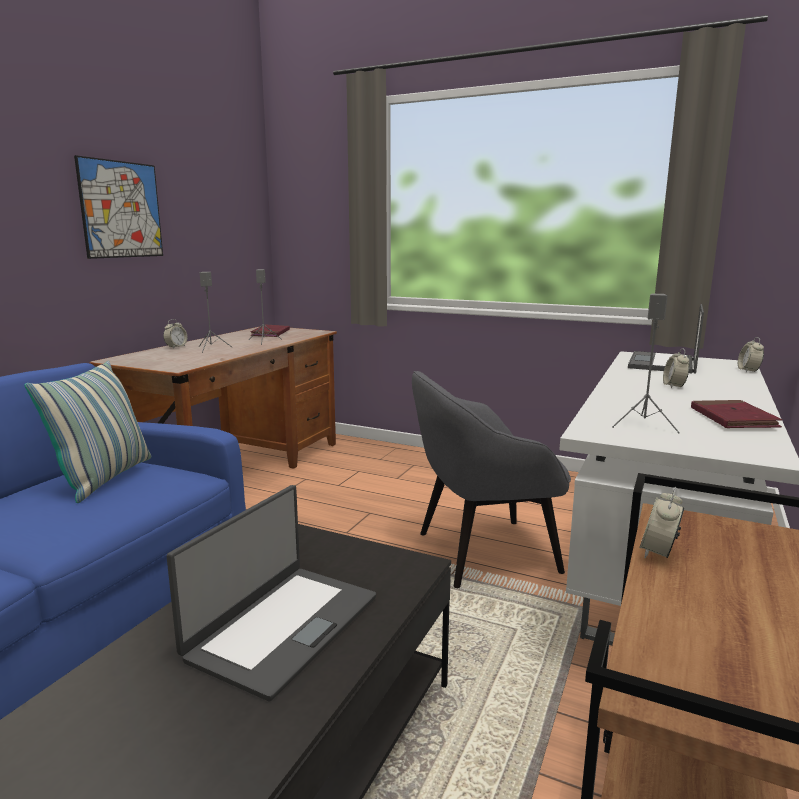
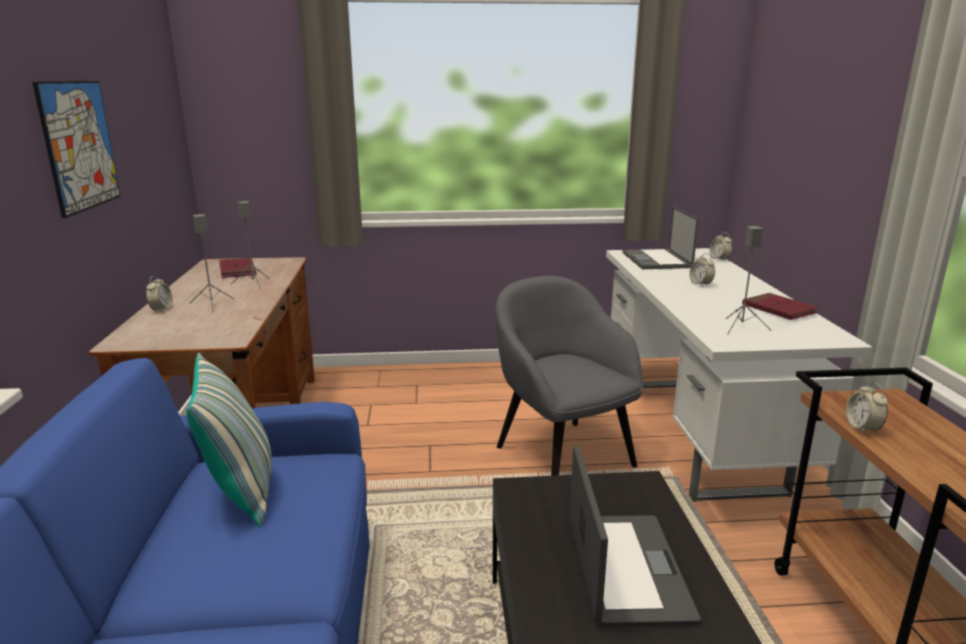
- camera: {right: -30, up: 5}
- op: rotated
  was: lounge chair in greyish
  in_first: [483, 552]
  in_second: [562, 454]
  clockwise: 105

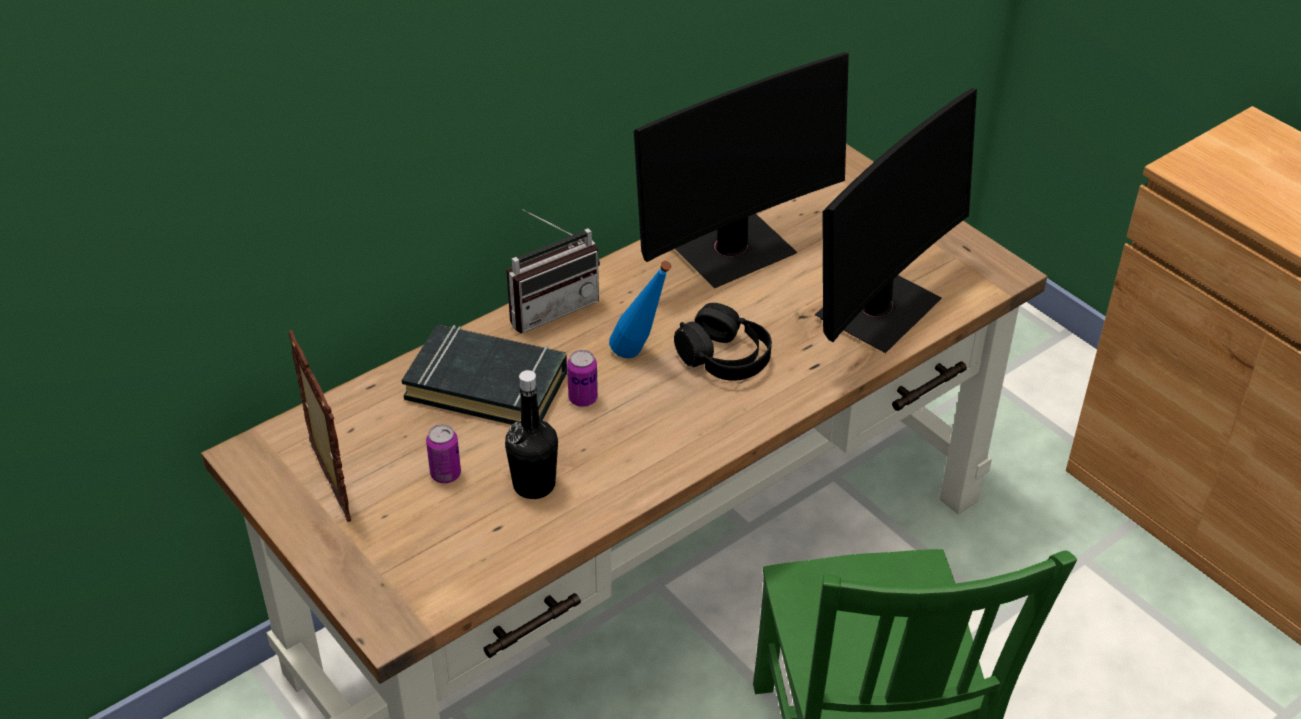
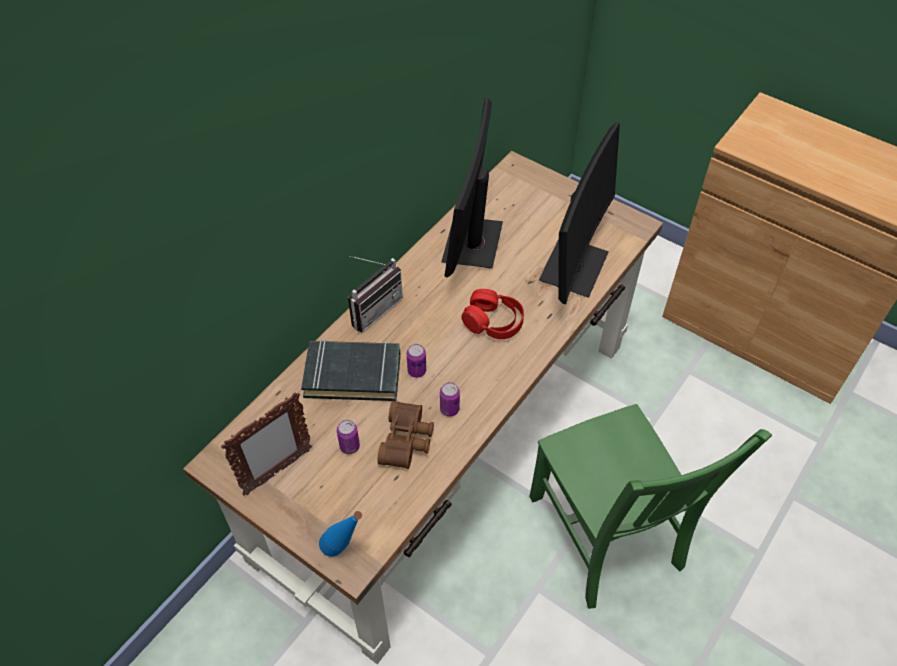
- camera: {right: -15, up: 10}
- op: new
  now: can
  in_second: [449, 409]
- op: shifted
  was: beverage bottle in blue
  in_first: [640, 357]
  in_second: [345, 551]
- op: swapped
  was: beverage bottle in black-coloured
  now: field glasses in brown
  in_first: [534, 485]
  in_second: [408, 441]
- op: repainted
  was: pair of headphones in black-coloured
  now: pair of headphones in reddish
  in_first: [724, 358]
  in_second: [493, 322]
- op: rotated
  was: picture frame
  in_first: [330, 484]
  in_second: [277, 472]
  clockwise: 90
- op: rotated
  was: computer screen
  in_first: [733, 251]
  in_second: [472, 243]
  clockwise: 150

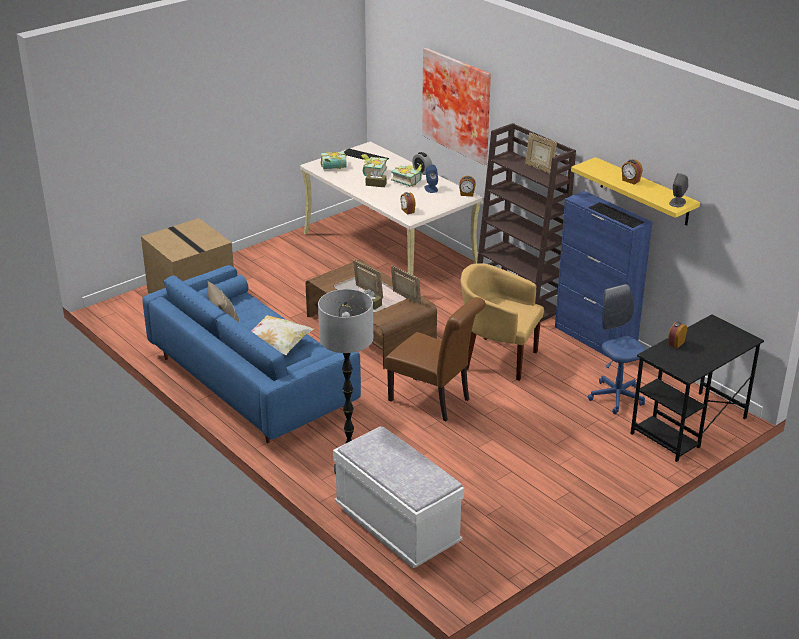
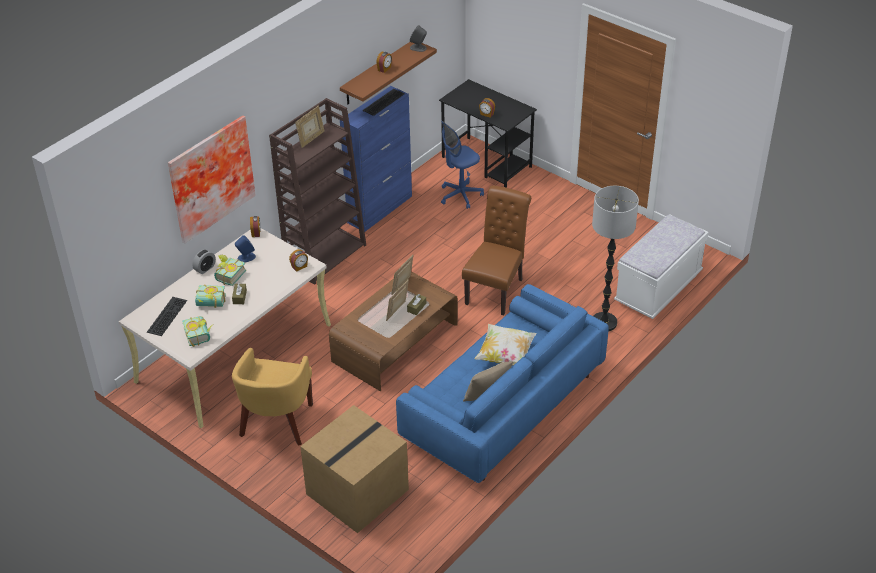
- camera: {right: -100, up: 10}
- op: shifted
  was: lounge chair in yellow
  in_first: [497, 358]
  in_second: [277, 423]
- op: repainted
  was: shelf in yellow
  now: shelf in brown
  in_first: [644, 192]
  in_second: [378, 73]

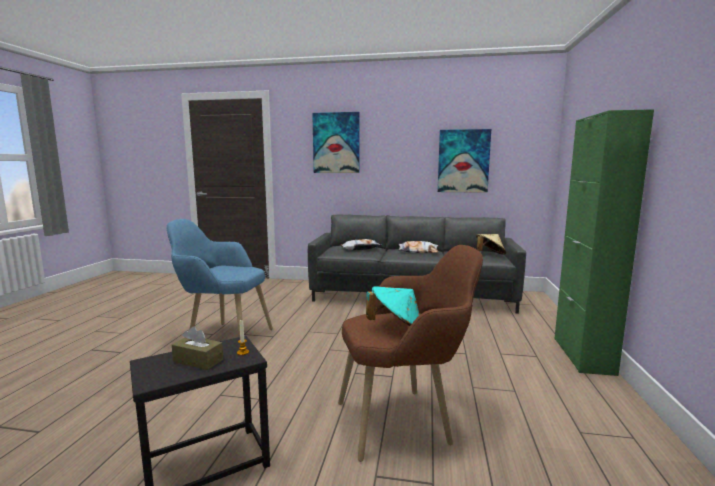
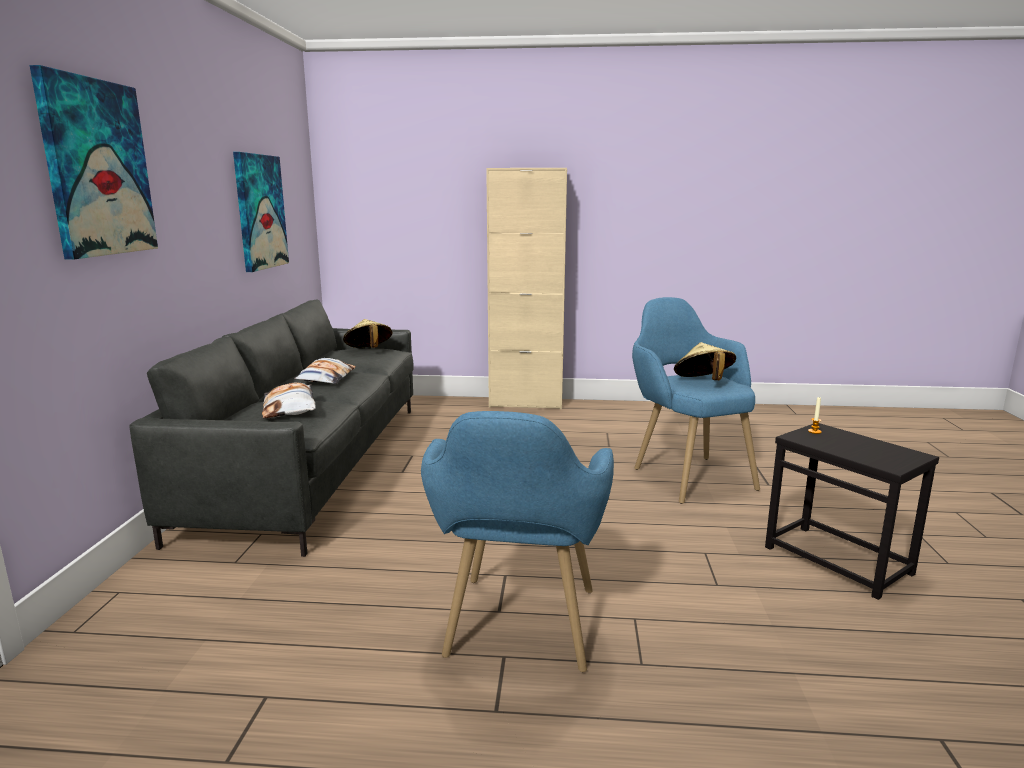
- camera: {right: -95, up: 5}
- op: gone
  was: tissue box in brown
  in_first: [198, 361]
- op: repainted
  was: lounge chair in brown
  now: lounge chair in blue
  in_first: [406, 420]
  in_second: [685, 473]
- op: repainted
  was: clothing hat in turquoise-coloured
  now: clothing hat in beige
  in_first: [396, 327]
  in_second: [703, 382]
- op: repainted
  was: cabinet in green
  now: cabinet in beige
  in_first: [583, 355]
  in_second: [526, 403]

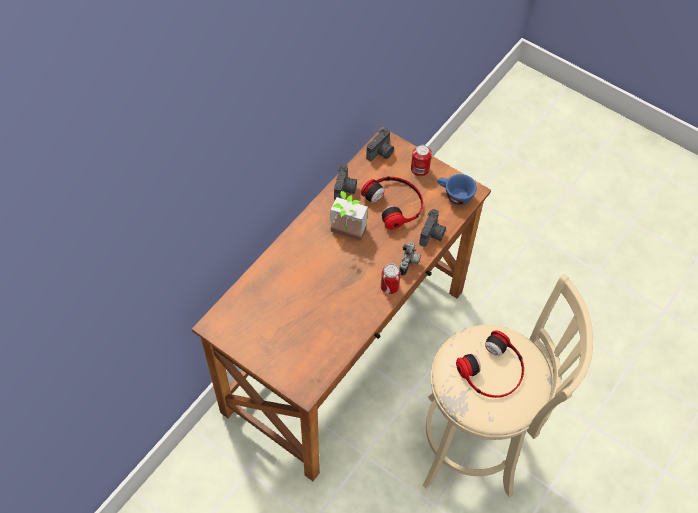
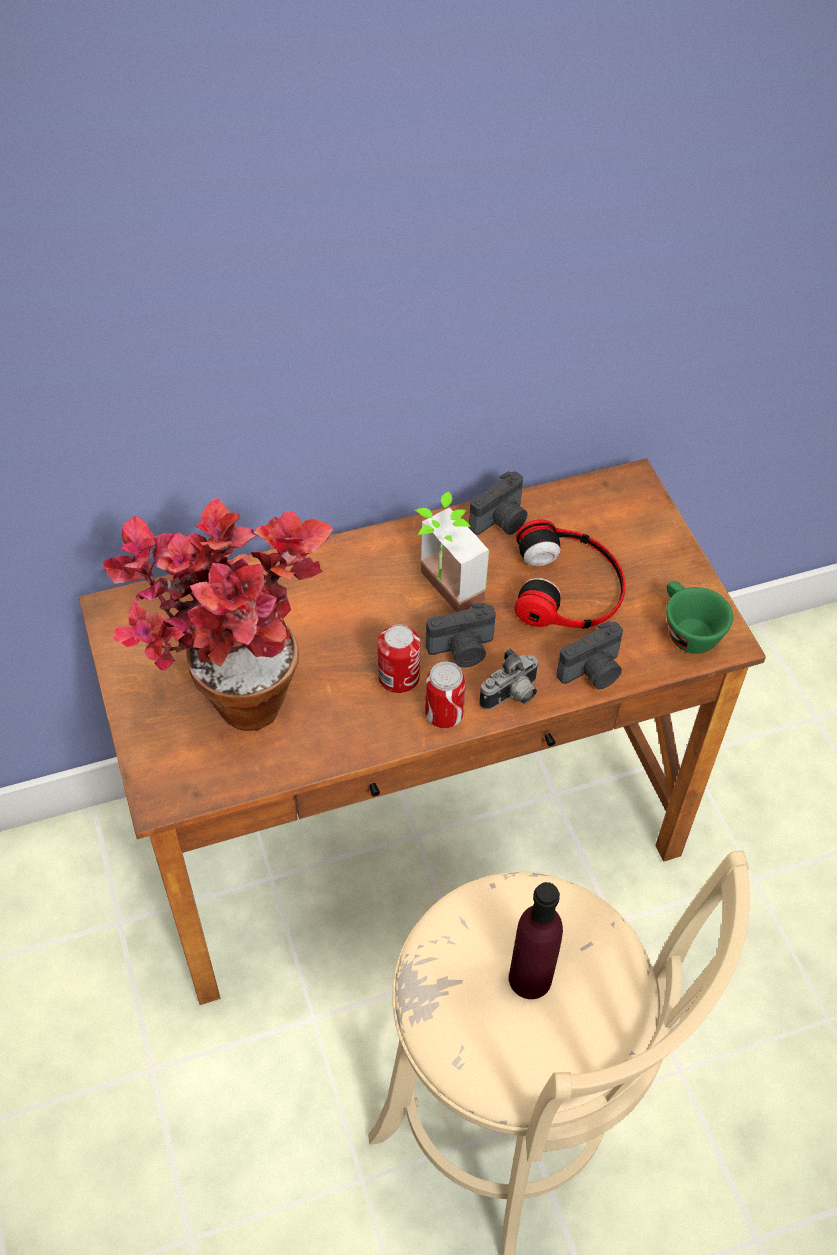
- camera: {right: 35, up: -5}
- op: new
  now: plant in a pot
  in_second: [230, 694]
- op: shifted
  was: photo camera
  in_first: [381, 152]
  in_second: [462, 650]
- op: shifted
  was: can
  in_first: [420, 169]
  in_second: [398, 677]
- op: swapped
  was: pair of headphones
  now: beverage bottle in purple
  in_first: [493, 371]
  in_second: [530, 978]
- op: repainted
  was: drinking cup in blue
  now: drinking cup in green
  in_first: [454, 196]
  in_second: [686, 630]

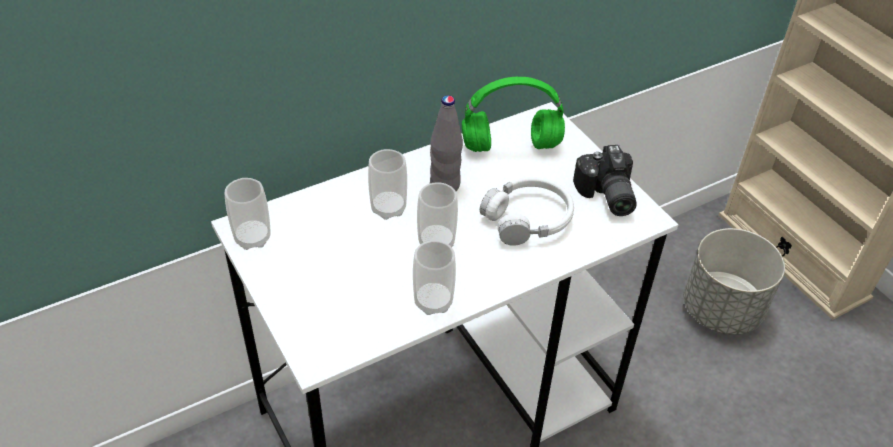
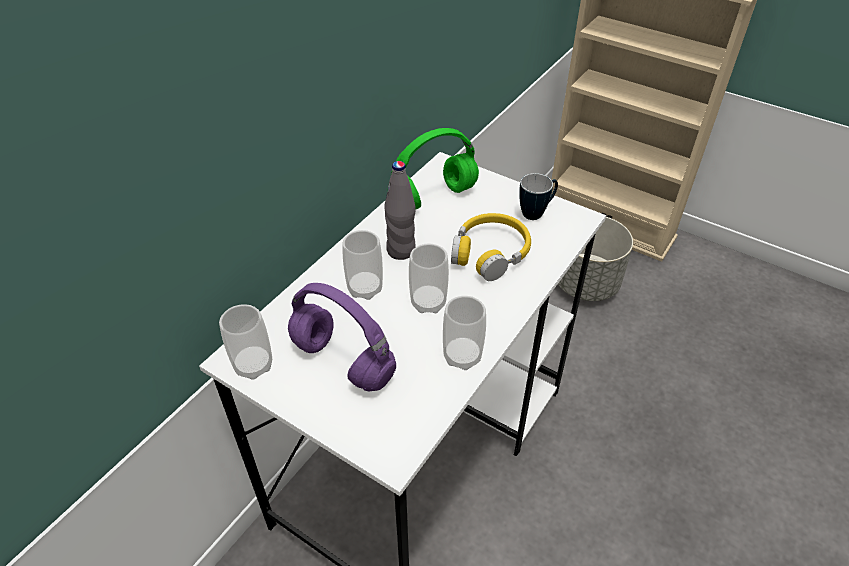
- camera: {right: -25, up: 0}
- op: new
  now: pair of headphones in purple
  in_second: [340, 361]
- op: swapped
  was: photo camera
  now: mug
  in_first: [605, 196]
  in_second: [537, 212]
- op: repainted
  was: pair of headphones in white
  now: pair of headphones in yellow
  in_first: [527, 219]
  in_second: [490, 253]

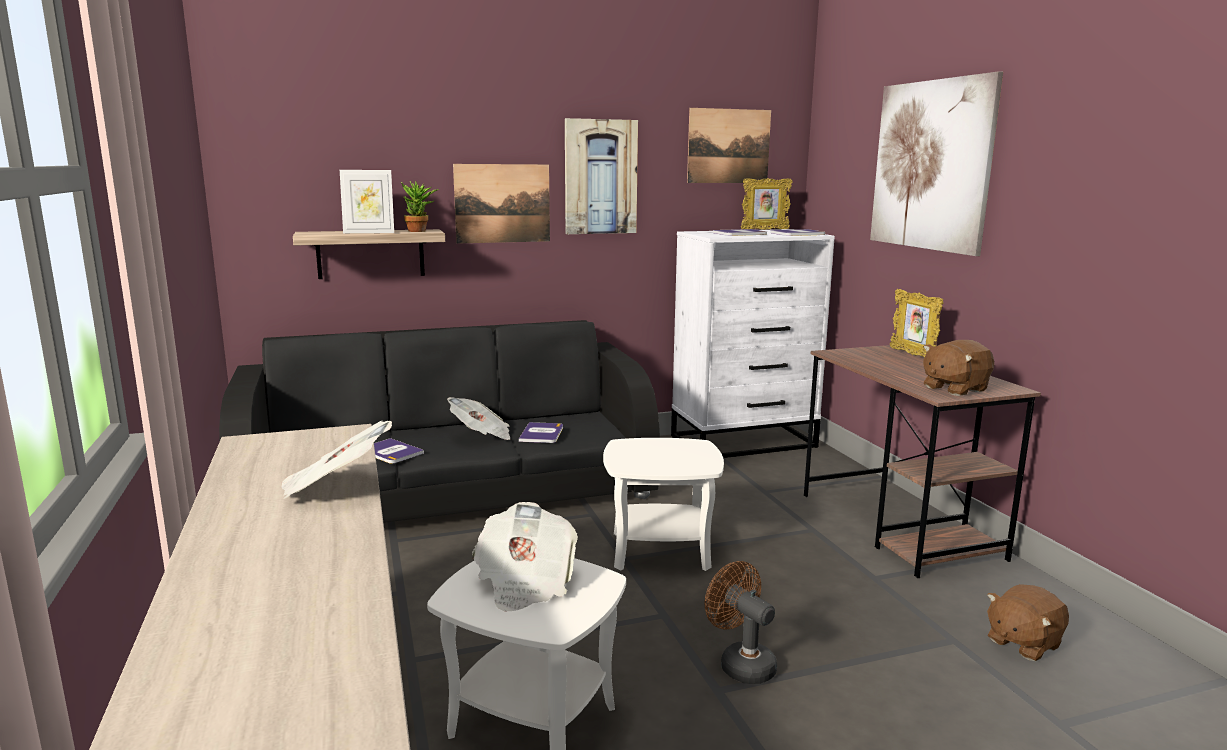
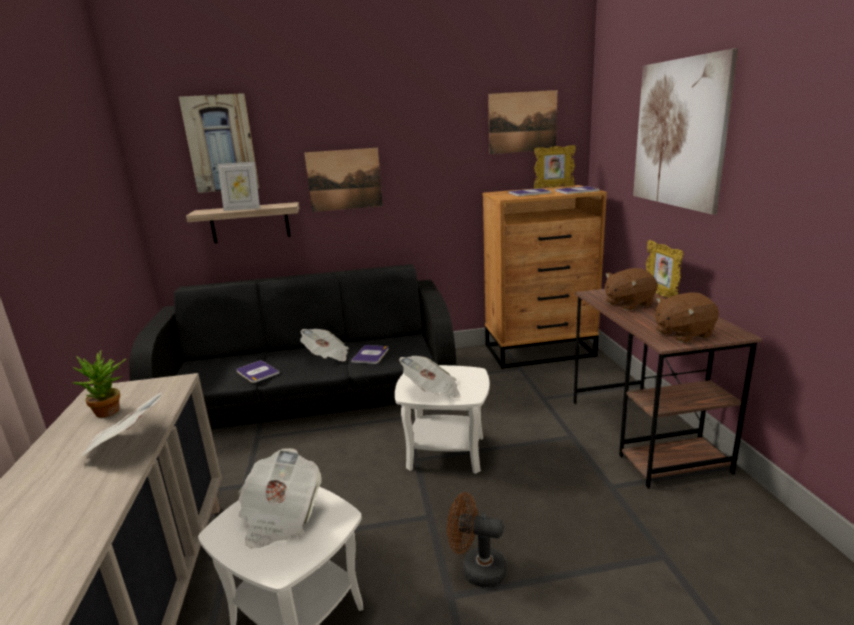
- camera: {right: 10, up: 5}
- op: new
  now: daily paper
  in_second: [432, 391]
- op: shifted
  was: plant in a pot
  in_first: [420, 231]
  in_second: [111, 412]
- op: shifted
  was: wall picture
  in_first: [600, 177]
  in_second: [221, 144]
- op: shifted
  was: soft toy in brown
  in_first: [1022, 642]
  in_second: [628, 304]
- op: repainted
  was: chest of drawers in white
  now: chest of drawers in brown
  in_first: [744, 441]
  in_second: [540, 350]
- op: rotated
  was: fan in brown
  in_first: [741, 663]
  in_second: [476, 569]
  clockwise: -45

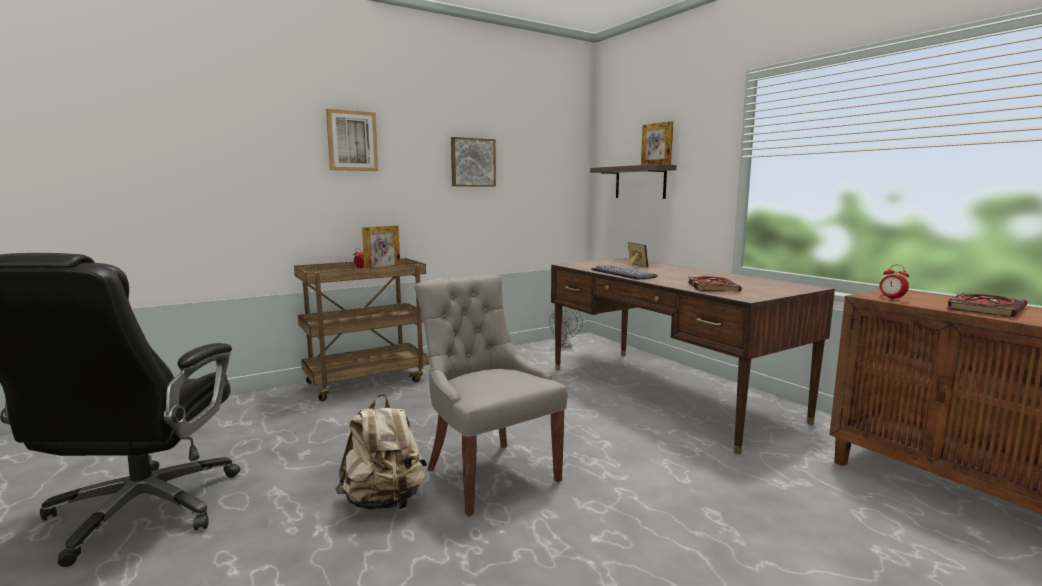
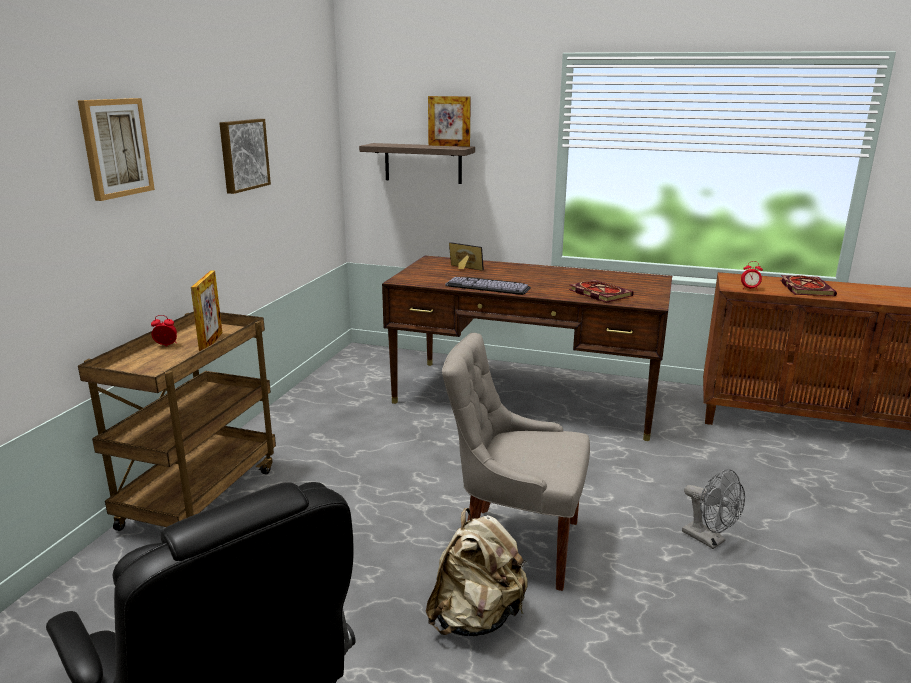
- camera: {right: -40, up: 10}
- op: shifted
  was: fan in greyish
  in_first: [565, 346]
  in_second: [709, 540]

